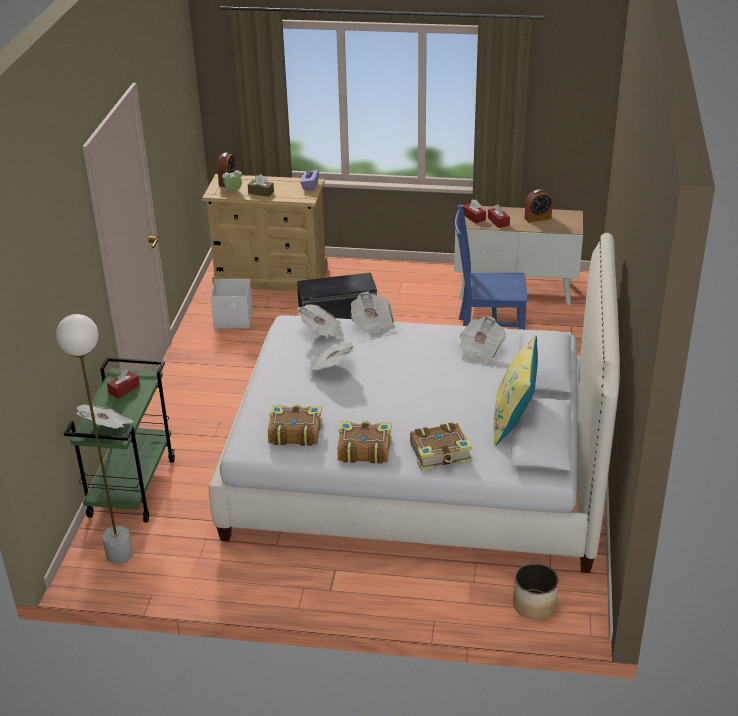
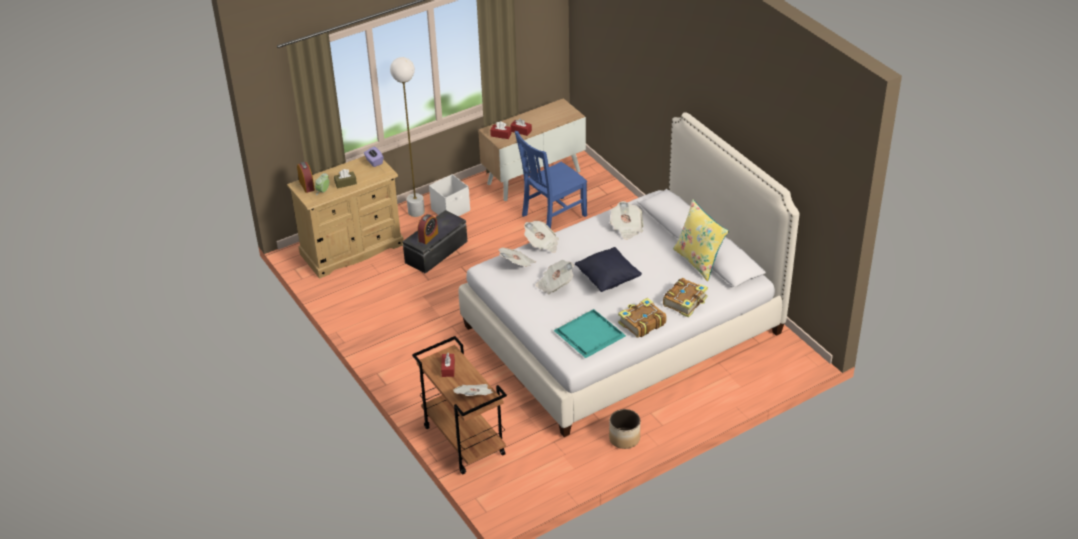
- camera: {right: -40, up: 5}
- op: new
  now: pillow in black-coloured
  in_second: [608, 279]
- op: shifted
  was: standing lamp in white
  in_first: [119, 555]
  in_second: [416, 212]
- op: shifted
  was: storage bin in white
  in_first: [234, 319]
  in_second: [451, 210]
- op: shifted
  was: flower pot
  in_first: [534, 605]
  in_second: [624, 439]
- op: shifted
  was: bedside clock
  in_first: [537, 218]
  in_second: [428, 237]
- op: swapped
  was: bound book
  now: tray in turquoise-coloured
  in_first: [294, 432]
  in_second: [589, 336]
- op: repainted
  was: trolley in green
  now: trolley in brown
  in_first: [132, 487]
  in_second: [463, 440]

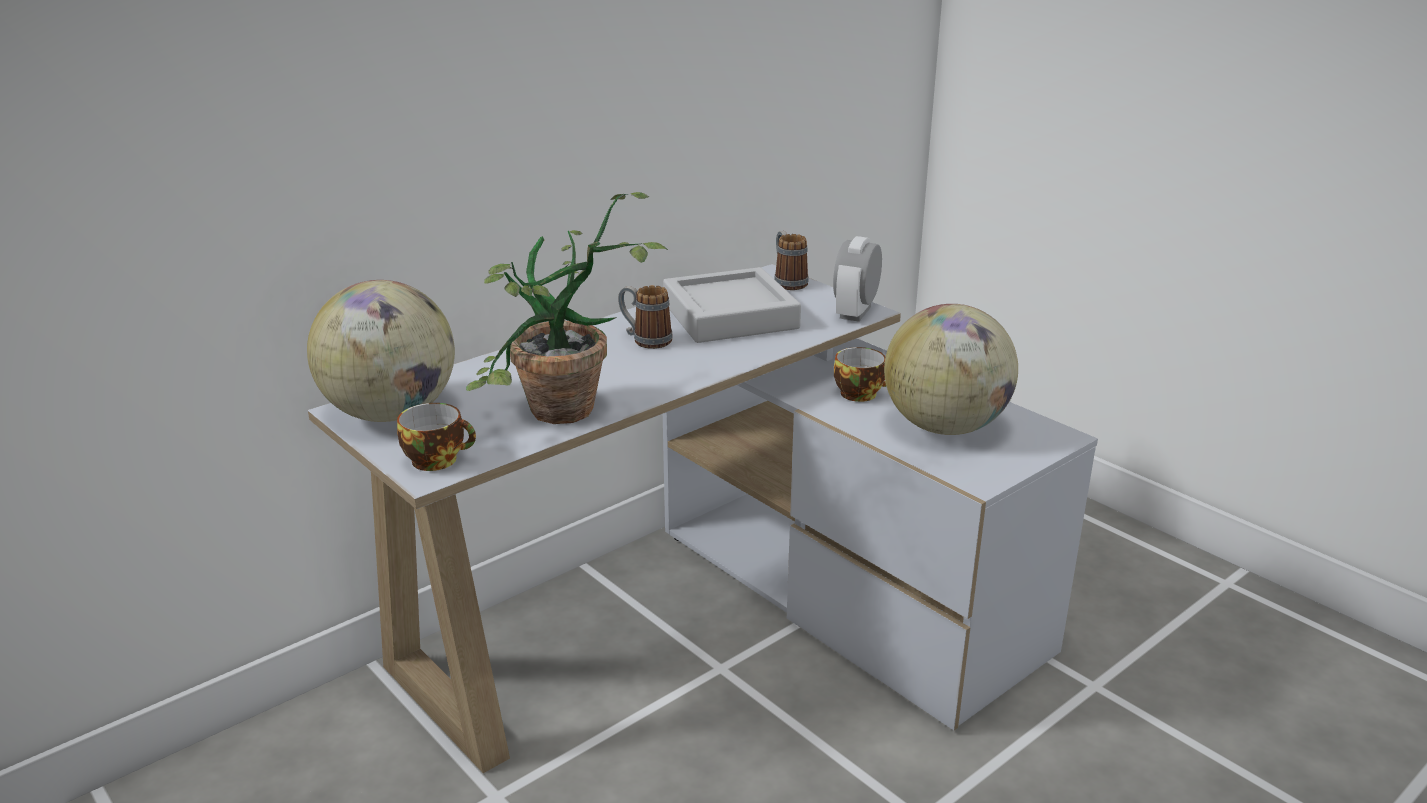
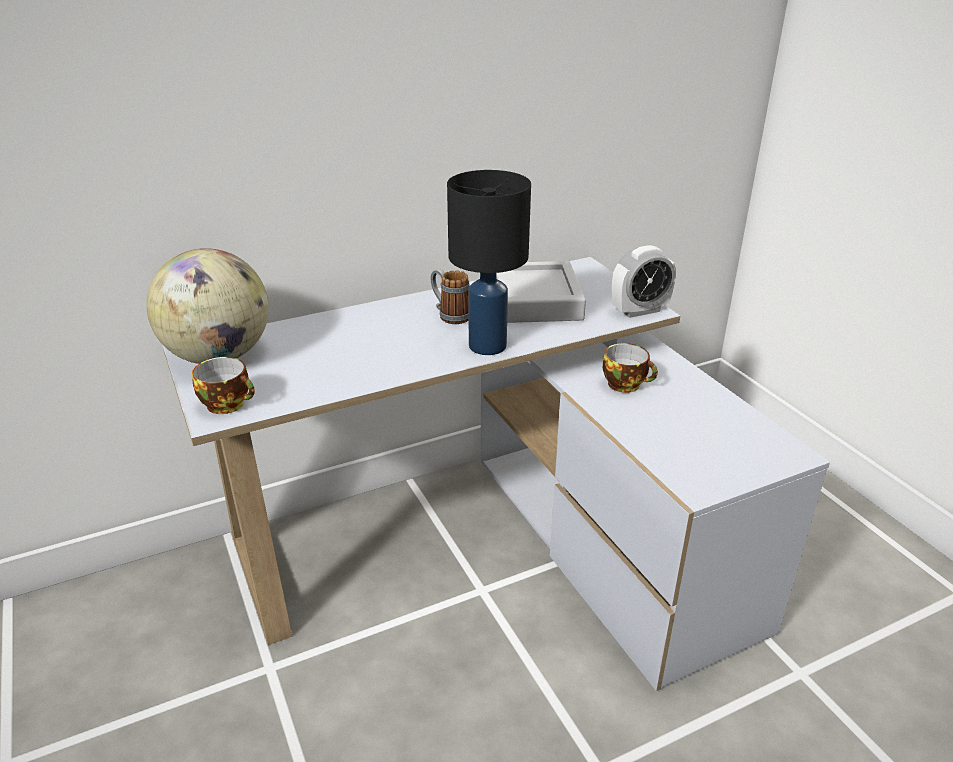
- camera: {right: 15, up: 5}
- op: gone
  was: plant in a pot
  in_first: [561, 418]
- op: gone
  was: mug
  in_first: [787, 281]
- op: gone
  was: world globe
  in_first: [945, 427]
- op: new
  now: tabletop lamp in black-coloured
  in_second: [487, 345]
- op: rotated
  was: bedside clock
  in_first: [855, 312]
  in_second: [639, 310]
  clockwise: -150

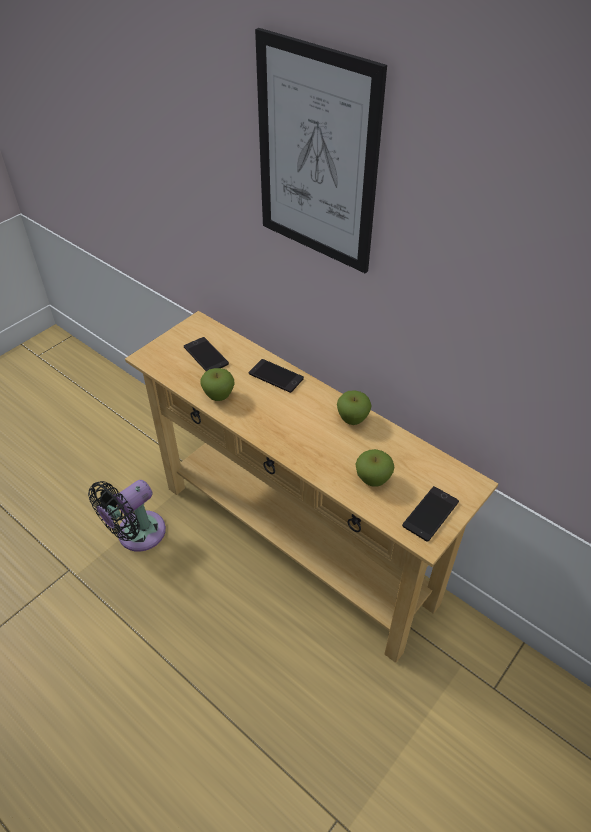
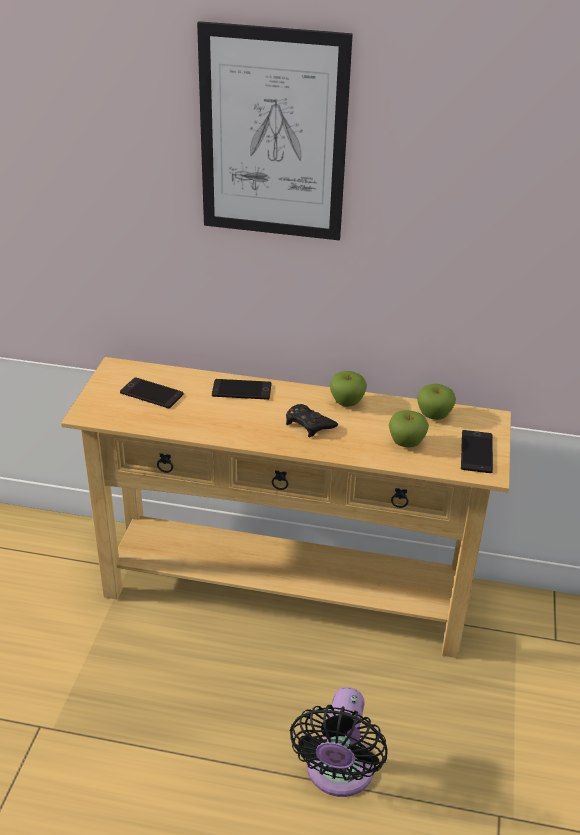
- camera: {right: -30, up: -10}
- op: new
  now: game controller in black-coloured
  in_second: [309, 424]
- op: shifted
  was: fan in black-coloured
  in_first: [137, 534]
  in_second: [338, 773]
- op: shifted
  was: whole apple
  in_first: [219, 396]
  in_second: [433, 416]

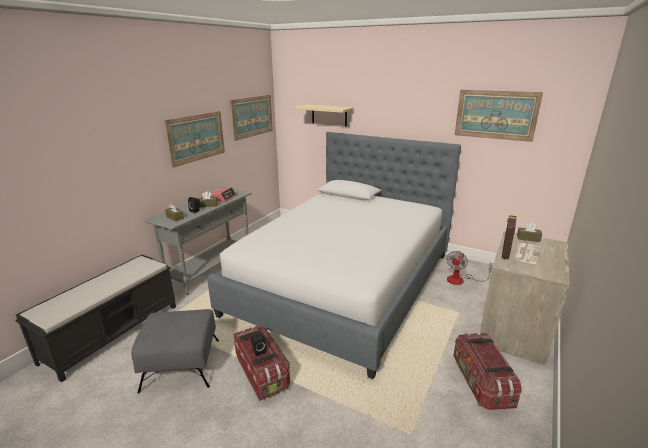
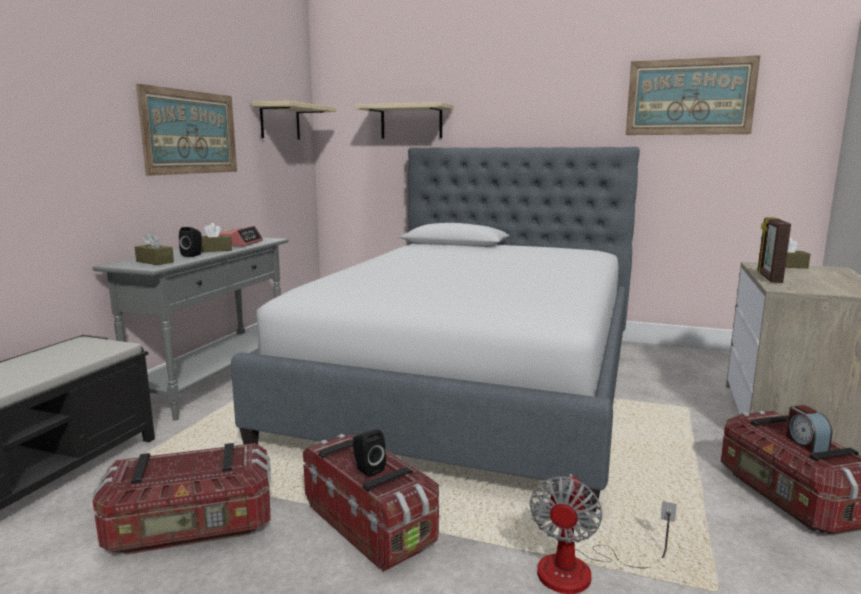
- camera: {right: -10, up: -10}
- op: gone
  was: daily paper
  in_first: [526, 253]
- op: new
  now: bedside clock
  in_second: [805, 442]
- op: shifted
  was: fan
  in_first: [461, 280]
  in_second: [582, 570]
- op: swapped
  was: ottoman in greyish
  now: storage bin
  in_first: [182, 365]
  in_second: [191, 529]
- op: swapped
  was: wall picture
  now: shelf in beige
  in_first: [252, 116]
  in_second: [280, 122]

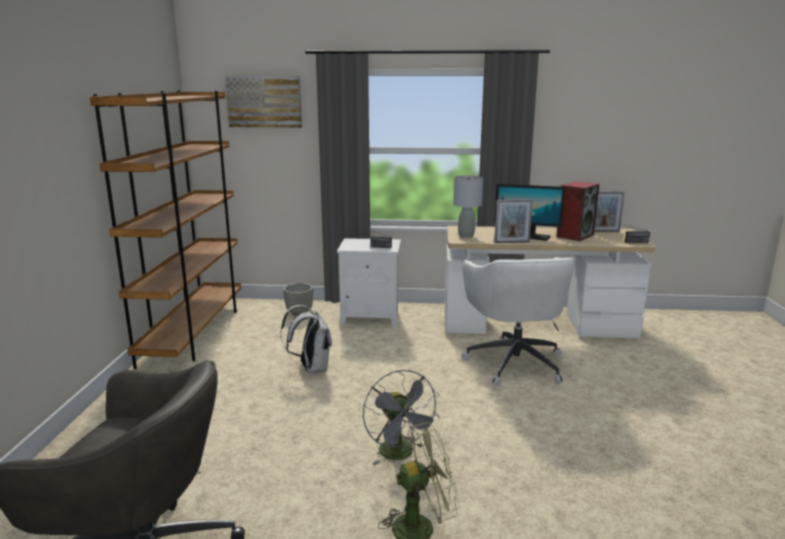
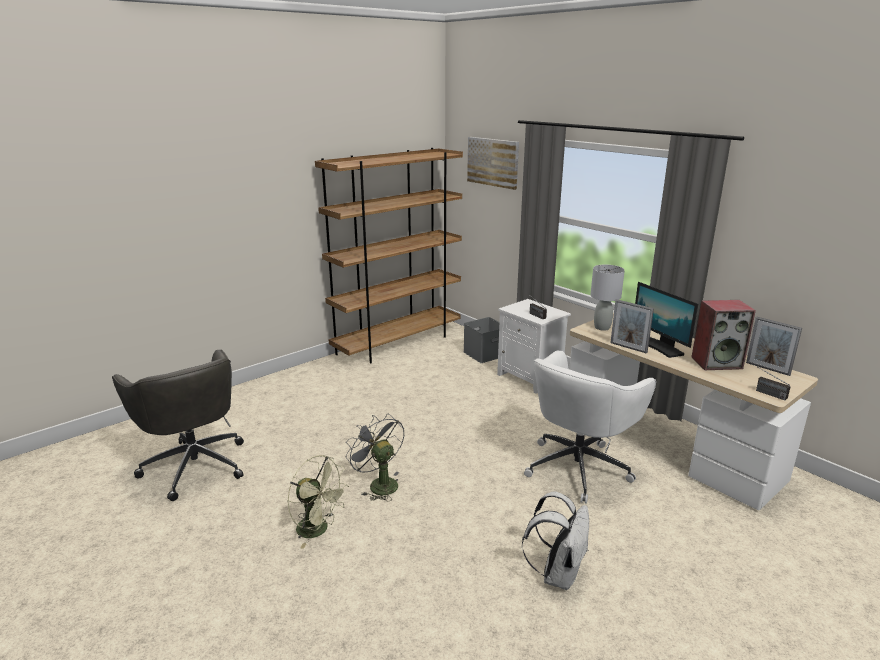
- camera: {right: 45, up: 5}
- op: shifted
  was: knapsack in white
  in_first: [311, 368]
  in_second: [558, 574]
- op: swapped
  was: flower pot in greyish
  now: storage bin in greyish
  in_first: [299, 313]
  in_second: [484, 353]
- op: rotated
  was: fan in greyish
  in_first: [400, 455]
  in_second: [379, 484]
  clockwise: 120

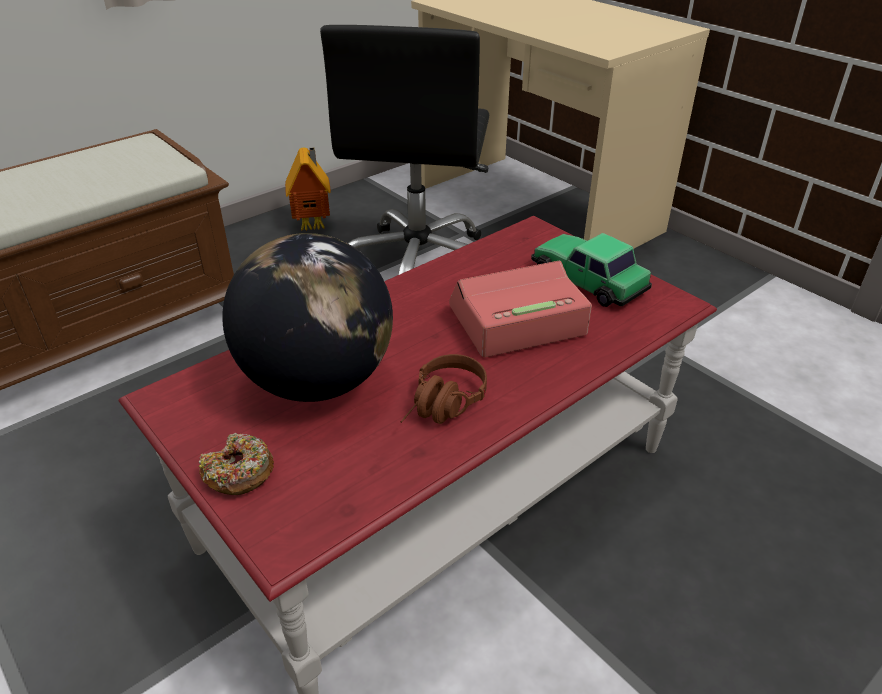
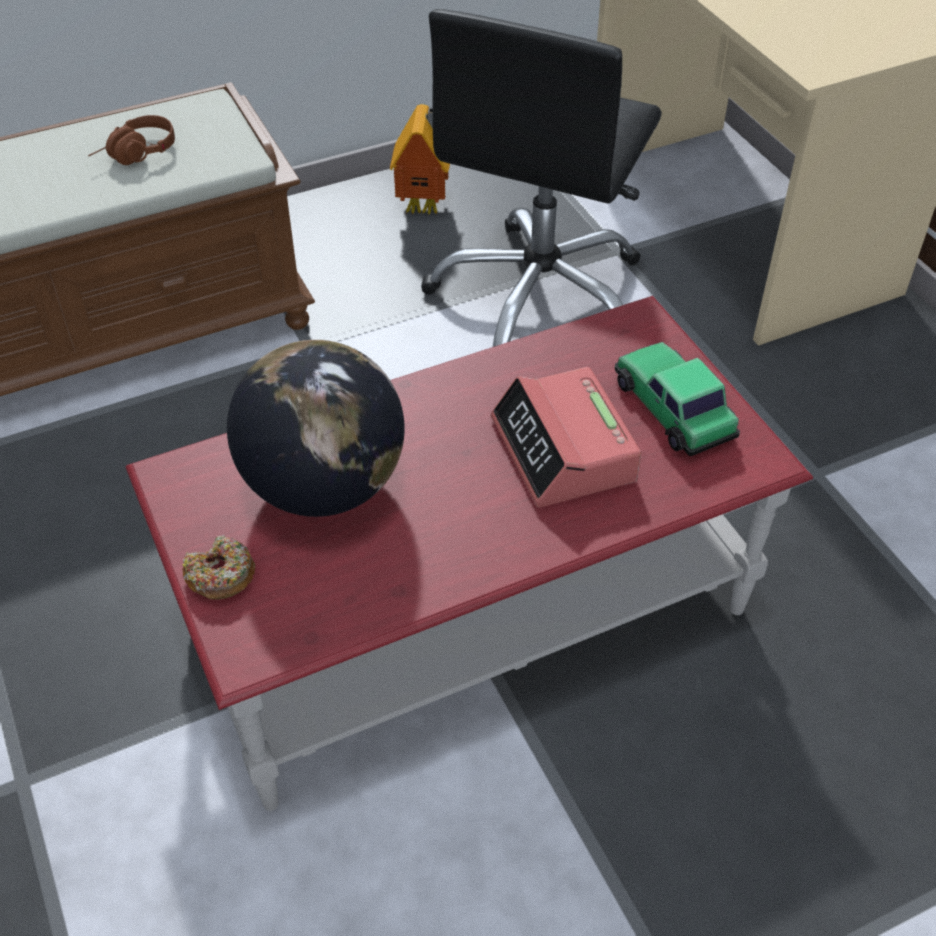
- camera: {right: 15, up: 10}
- op: shifted
  was: pair of headphones in brown
  in_first: [443, 407]
  in_second: [135, 155]
- op: rotated
  was: bedside clock
  in_first: [516, 321]
  in_second: [563, 451]
  clockwise: -105

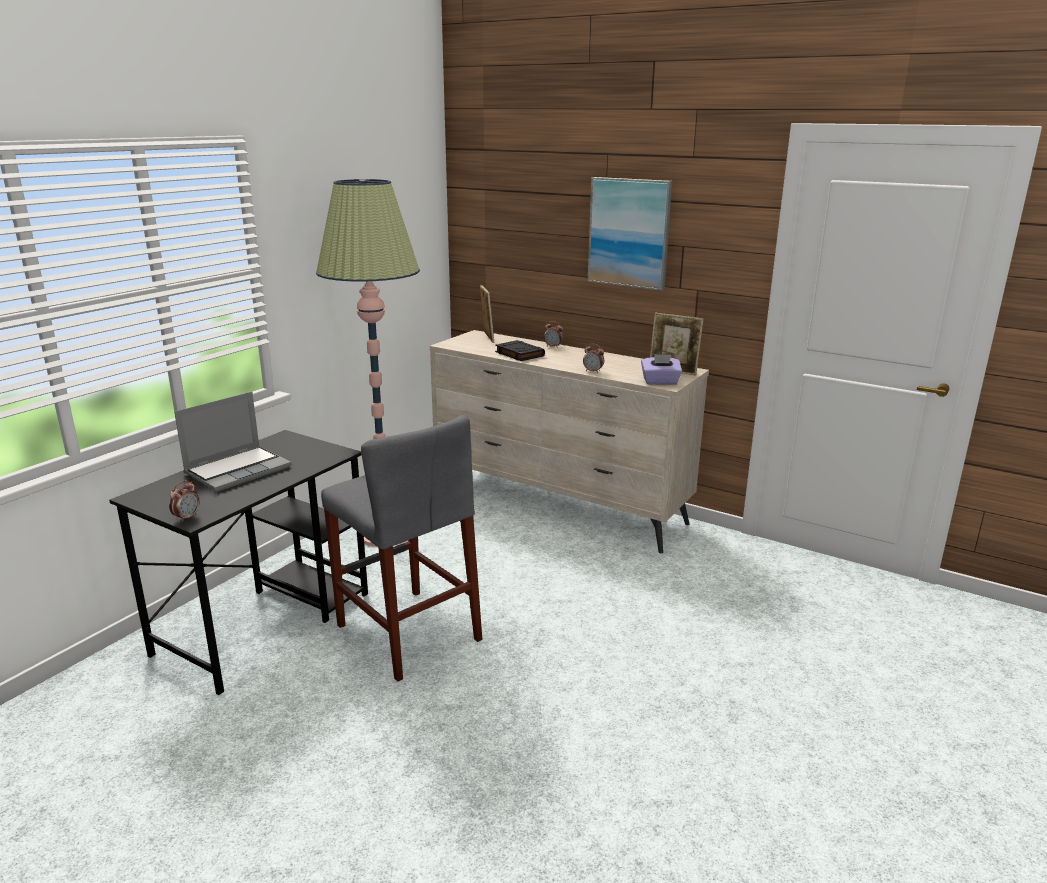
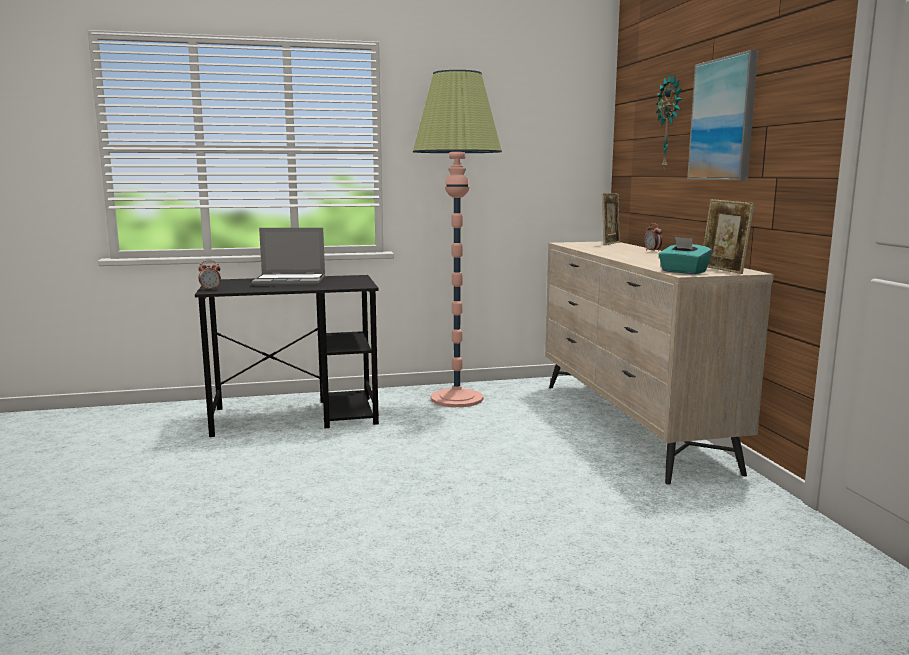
- camera: {right: 45, up: -10}
- op: gone
  was: stool seat in greyish
  in_first: [408, 632]
- op: gone
  was: bound book in black-coloured
  in_first: [519, 354]
- op: gone
  was: bedside clock
  in_first: [593, 371]
- op: new
  now: wall clock
  in_second: [670, 123]
- op: repainted
  was: tissue box in purple
  now: tissue box in turquoise-coloured
  in_first: [660, 382]
  in_second: [683, 272]

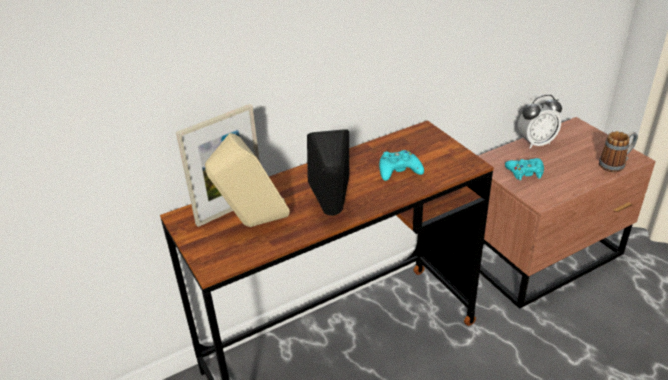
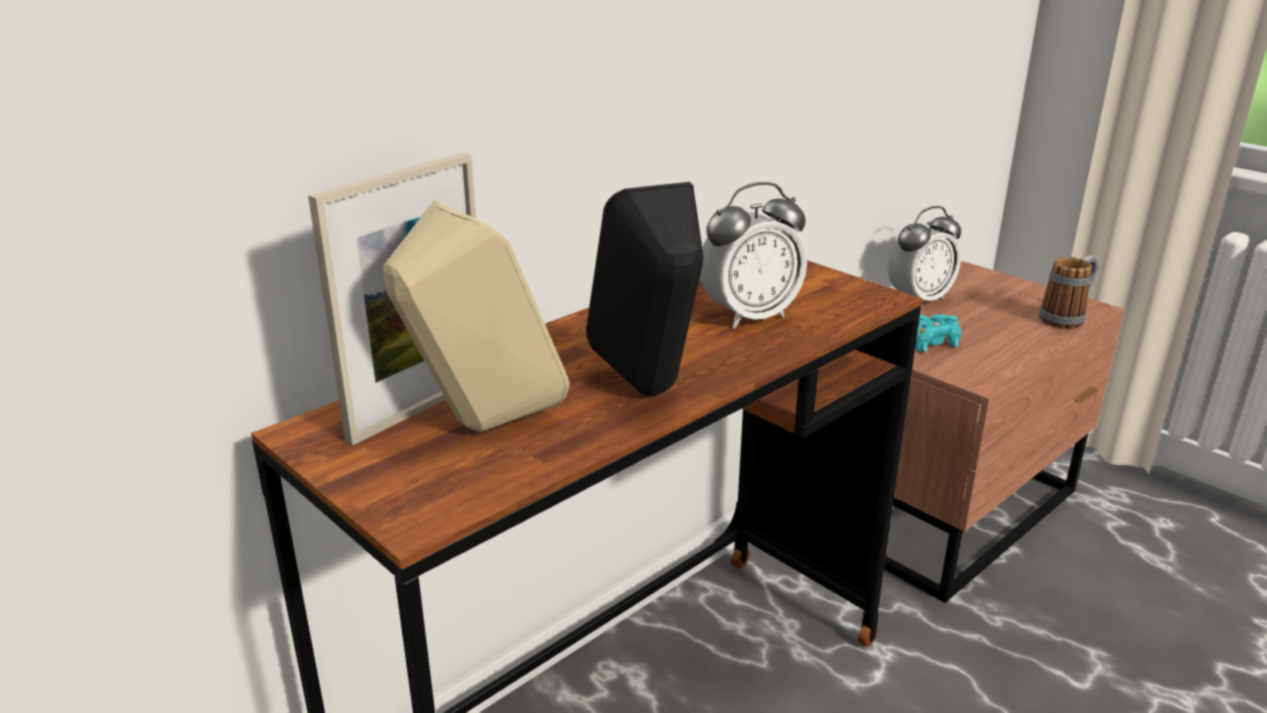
- camera: {right: -15, up: -10}
- op: swapped
  was: game controller in turquoise-coloured
  now: bedside clock
  in_first: [399, 171]
  in_second: [749, 316]

